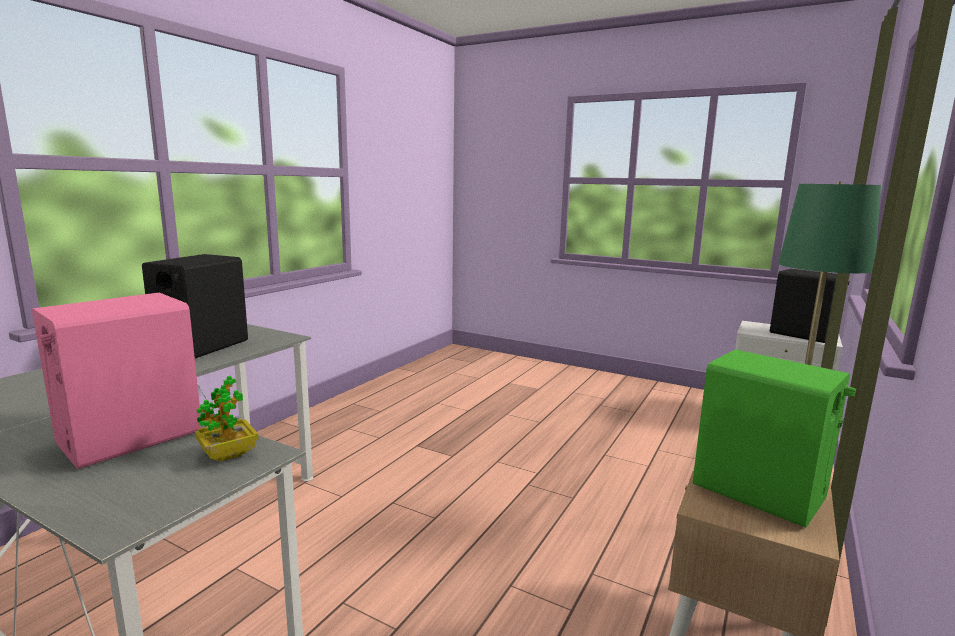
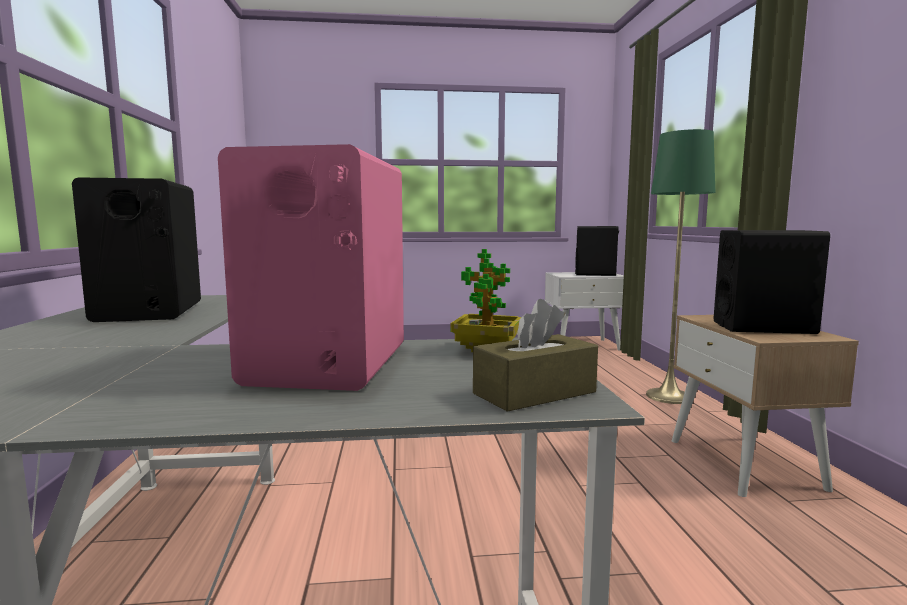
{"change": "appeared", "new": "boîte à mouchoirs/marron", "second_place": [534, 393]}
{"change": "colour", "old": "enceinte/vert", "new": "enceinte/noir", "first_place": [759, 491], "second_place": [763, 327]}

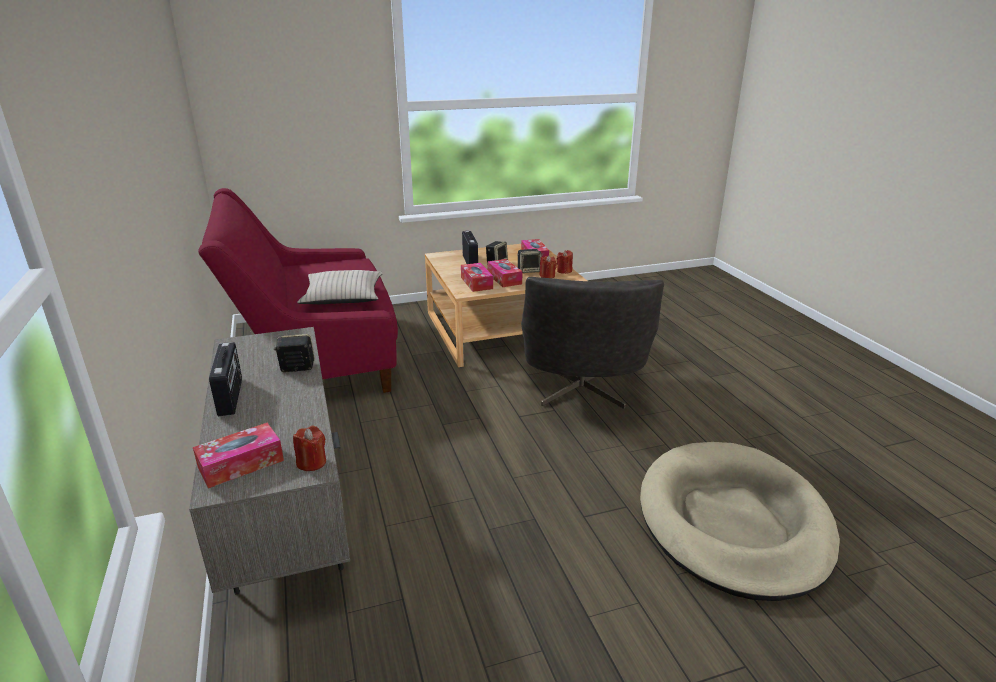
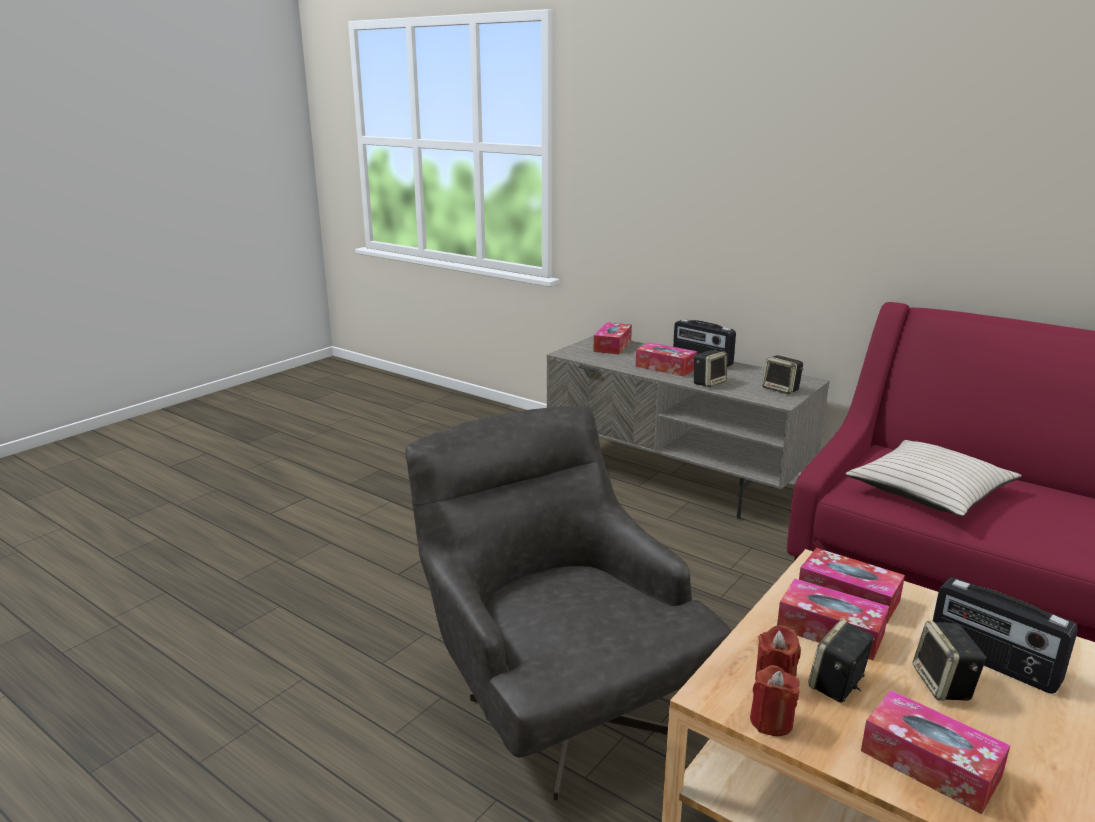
{"change": "missing", "old": "bougie/rouge", "first_place": [312, 462]}
{"change": "missing", "old": "panier pour chien/beige", "first_place": [733, 522]}
{"change": "appeared", "new": "boîte à mouchoirs", "second_place": [665, 367]}
{"change": "appeared", "new": "enceinte", "second_place": [781, 389]}

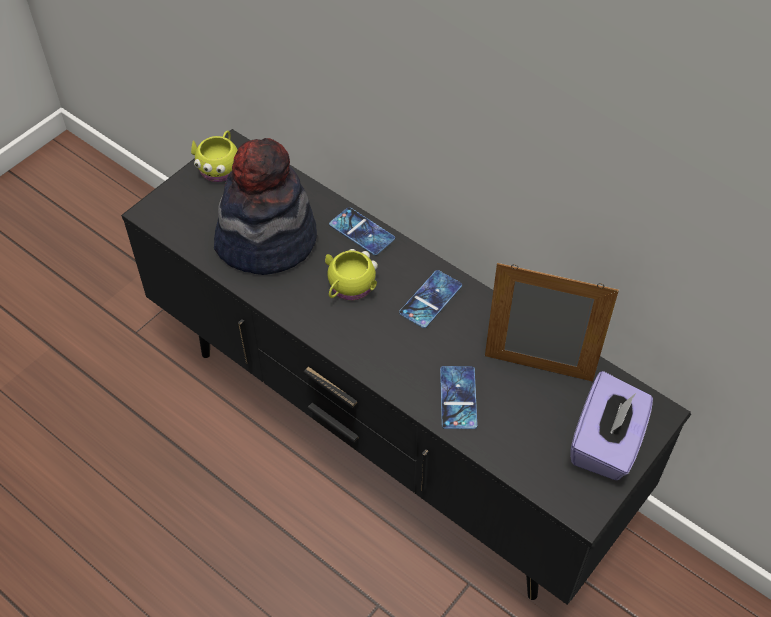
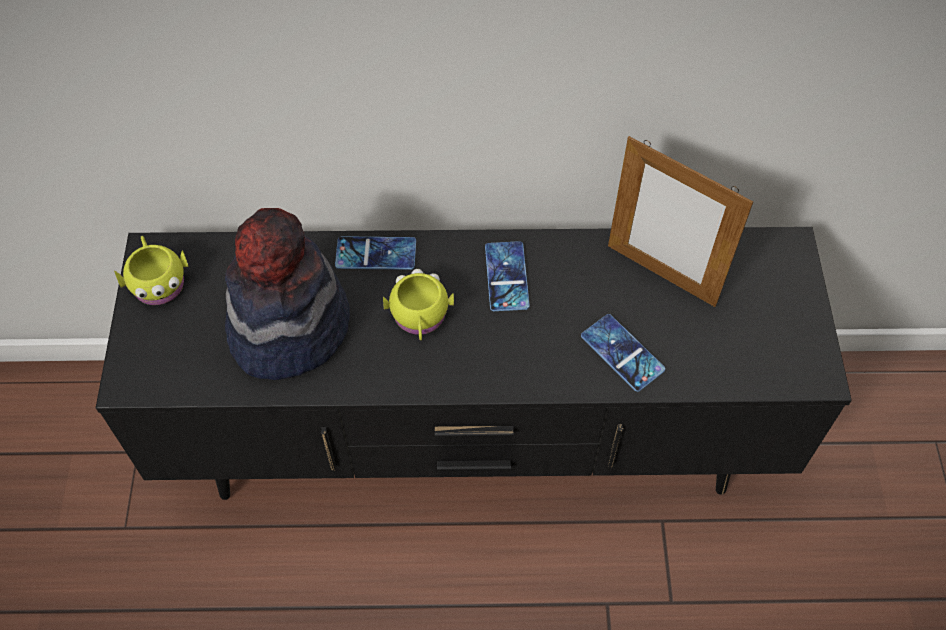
{"change": "missing", "old": "boîte à mouchoirs/violet", "first_place": [606, 443]}
{"change": "spun", "old": "cadre photo", "first_place": [538, 368], "second_place": [661, 275], "degrees": -120}

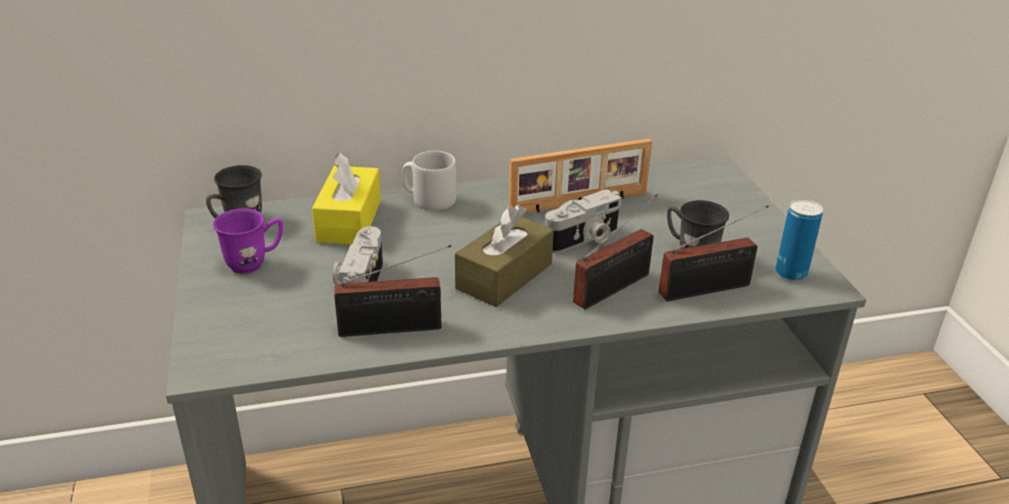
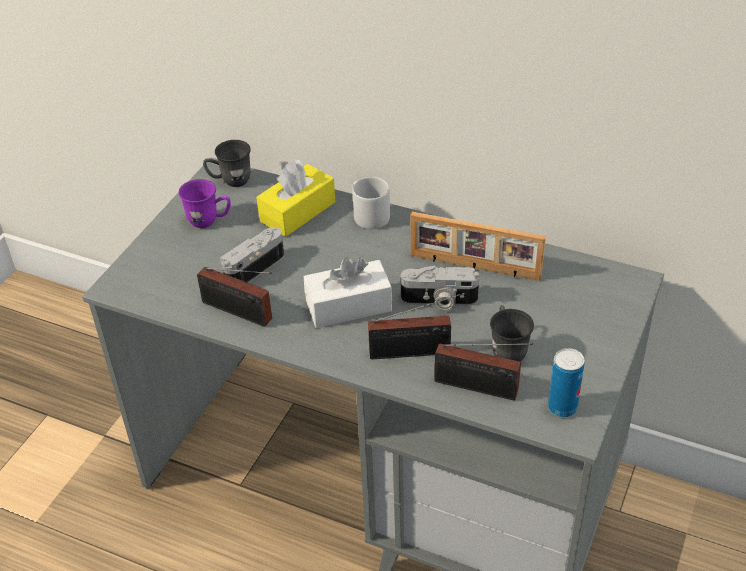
{"change": "colour", "old": "boîte à mouchoirs/marron", "new": "boîte à mouchoirs/blanc", "first_place": [504, 276], "second_place": [348, 306]}

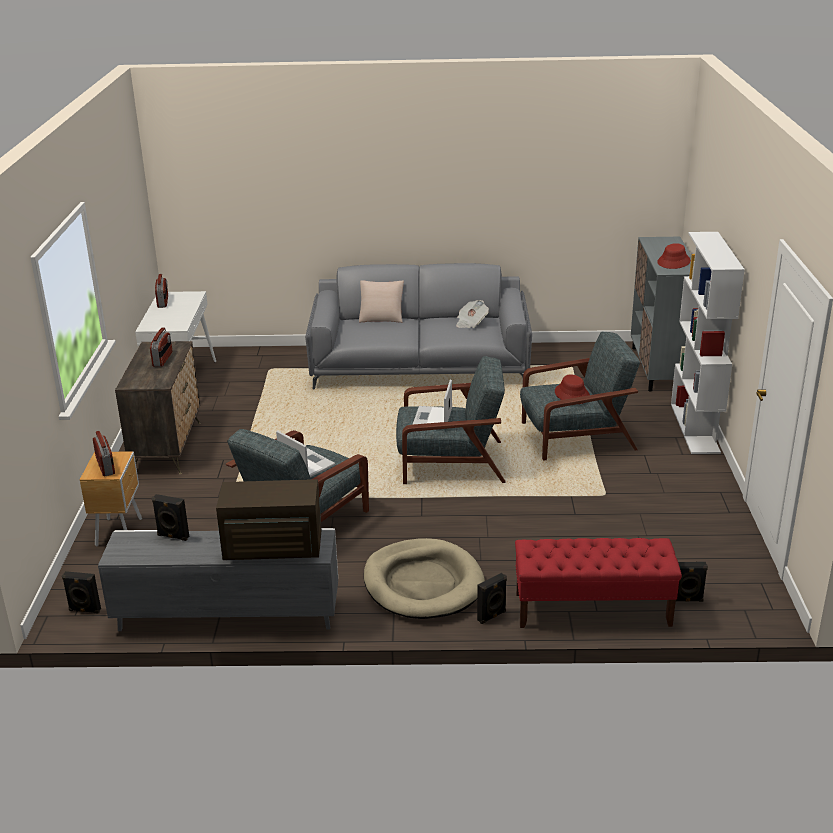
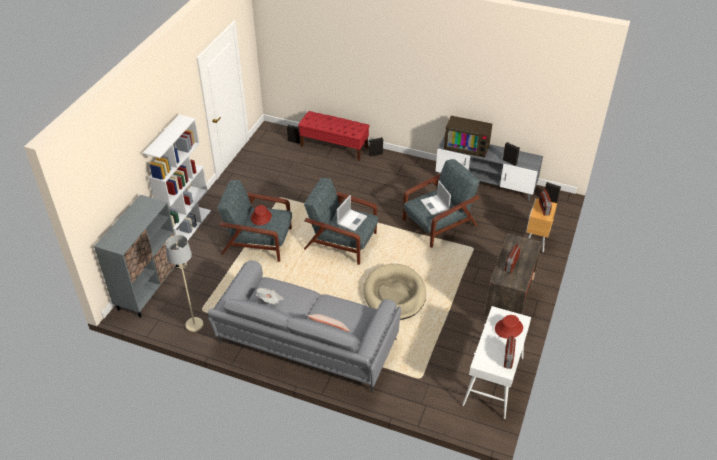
{"change": "appeared", "new": "lampadaire/beige", "second_place": [194, 325]}
{"change": "relocated", "old": "panier pour chien/beige", "first_place": [423, 583], "second_place": [394, 294]}
{"change": "relocated", "old": "chapeau/rouge", "first_place": [674, 262], "second_place": [508, 328]}

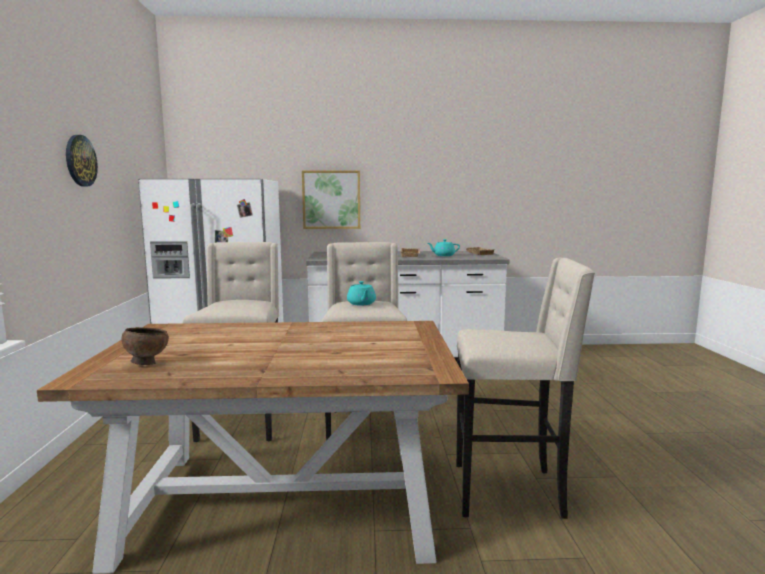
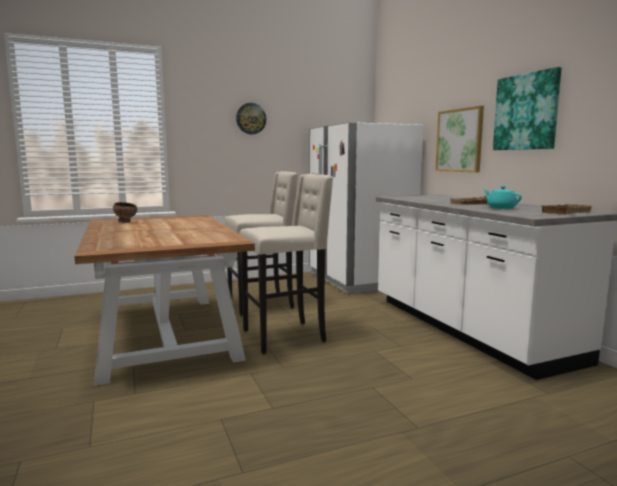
{"change": "missing", "old": "théière/turquoise", "first_place": [361, 304]}
{"change": "missing", "old": "tabouret/beige", "first_place": [510, 491]}
{"change": "appeared", "new": "tableau", "second_place": [526, 112]}

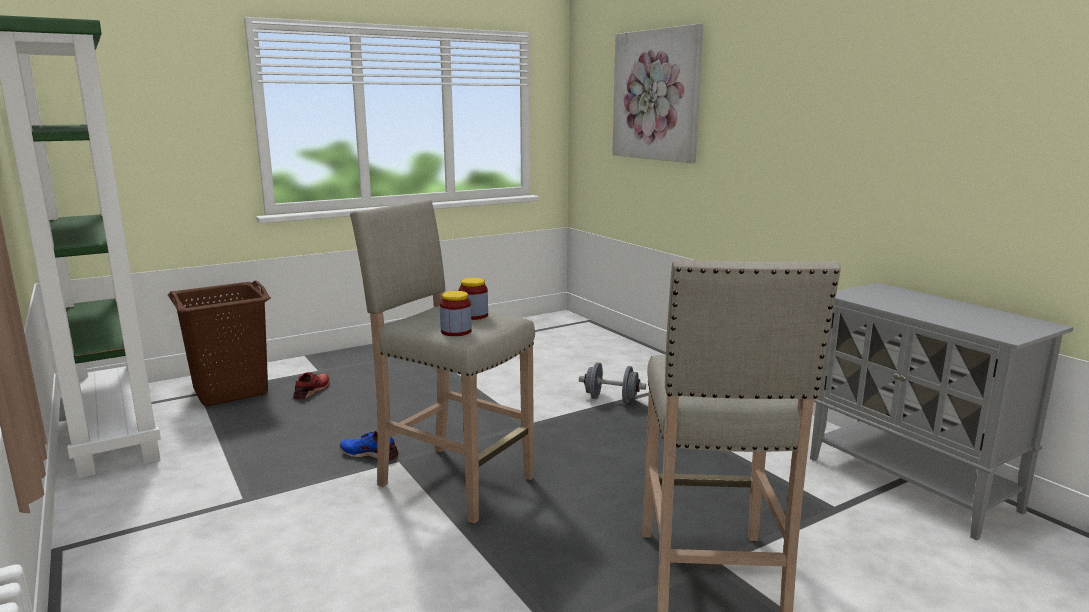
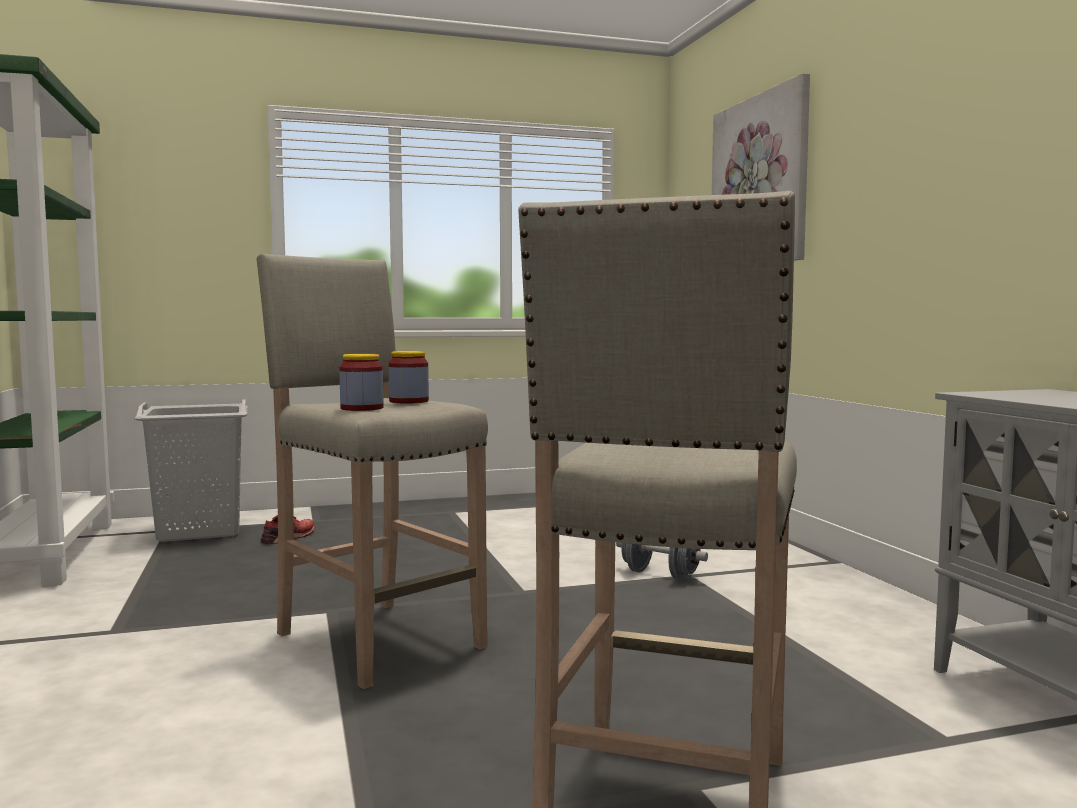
{"change": "missing", "old": "chaussure/bleu", "first_place": [370, 453]}
{"change": "colour", "old": "panier à linge/marron", "new": "panier à linge/gris", "first_place": [231, 391], "second_place": [200, 531]}

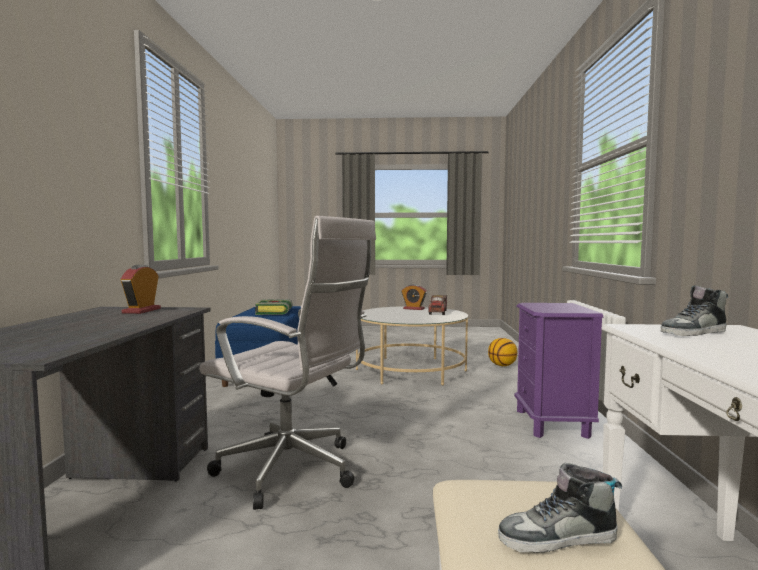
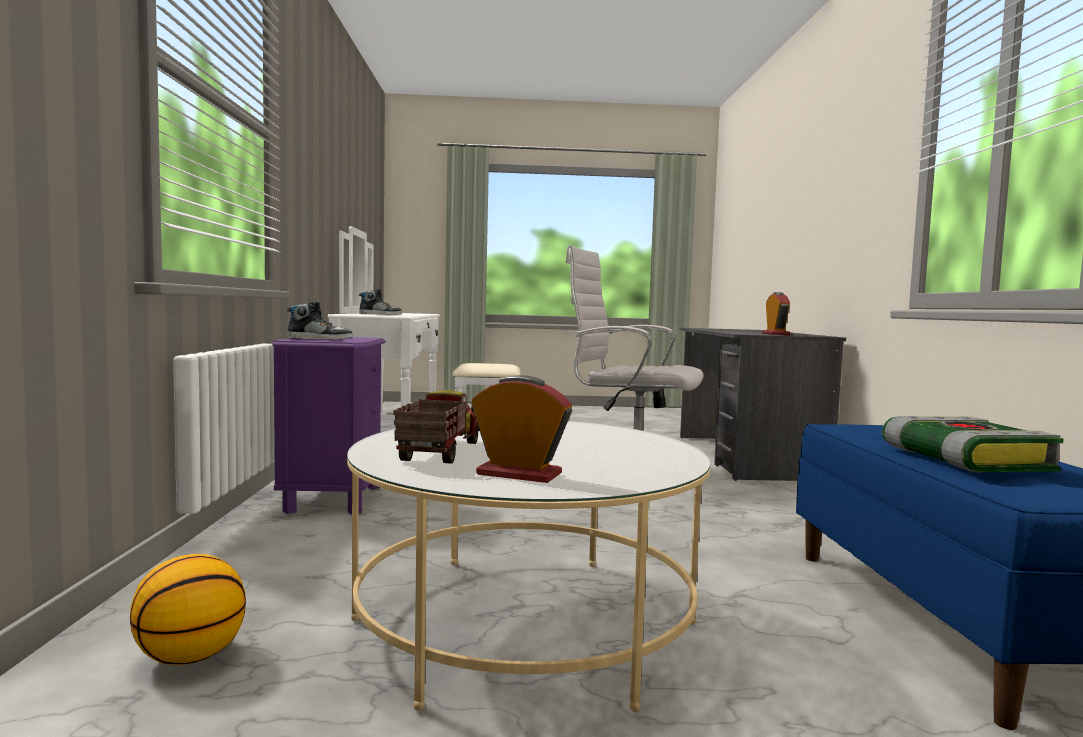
{"change": "relocated", "old": "chaussure", "first_place": [558, 538], "second_place": [320, 339]}

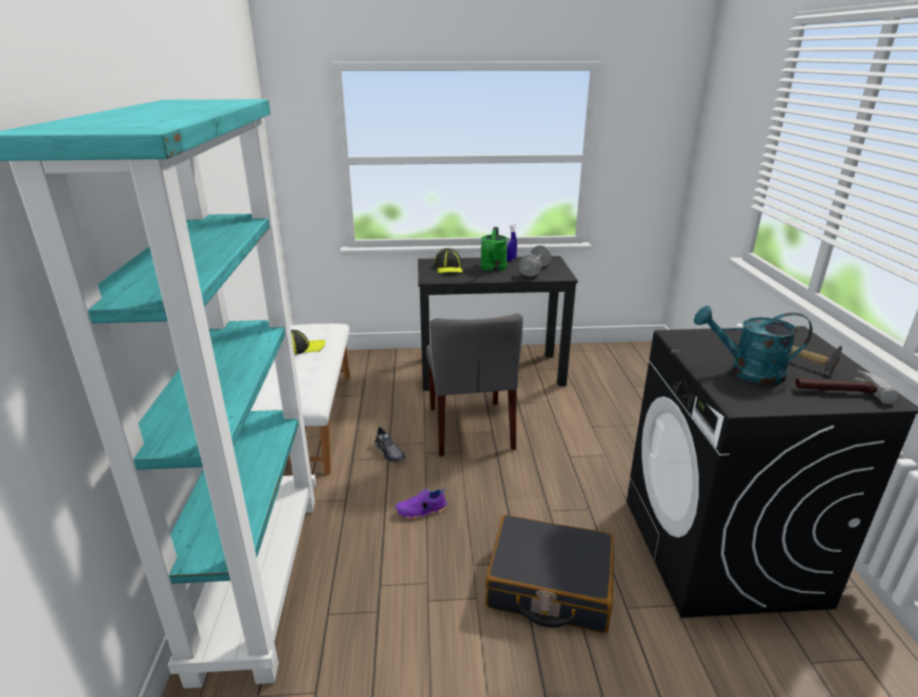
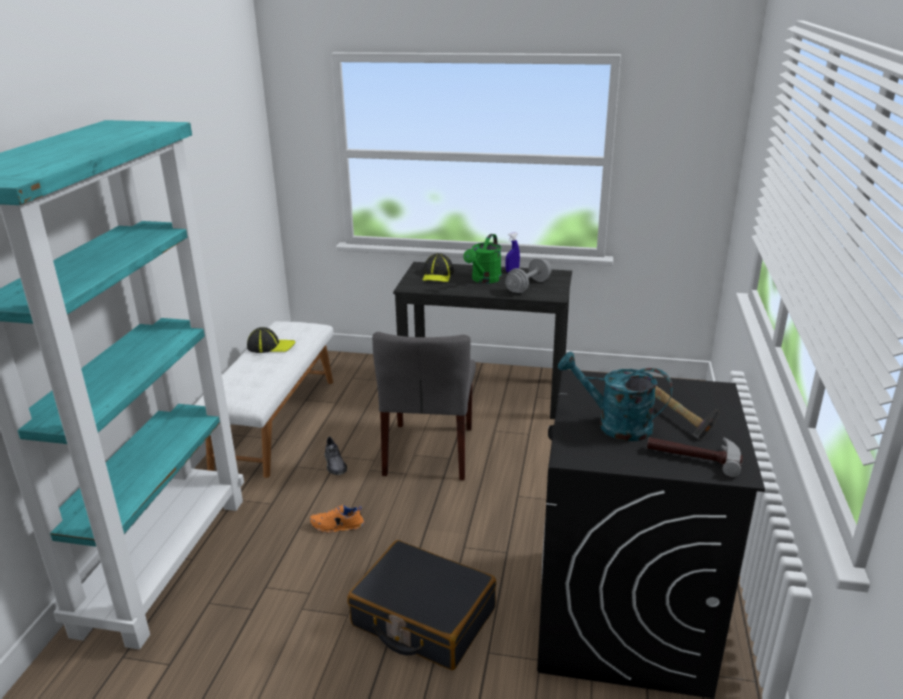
{"change": "colour", "old": "chaussure/violet", "new": "chaussure/orange", "first_place": [421, 511], "second_place": [337, 526]}

